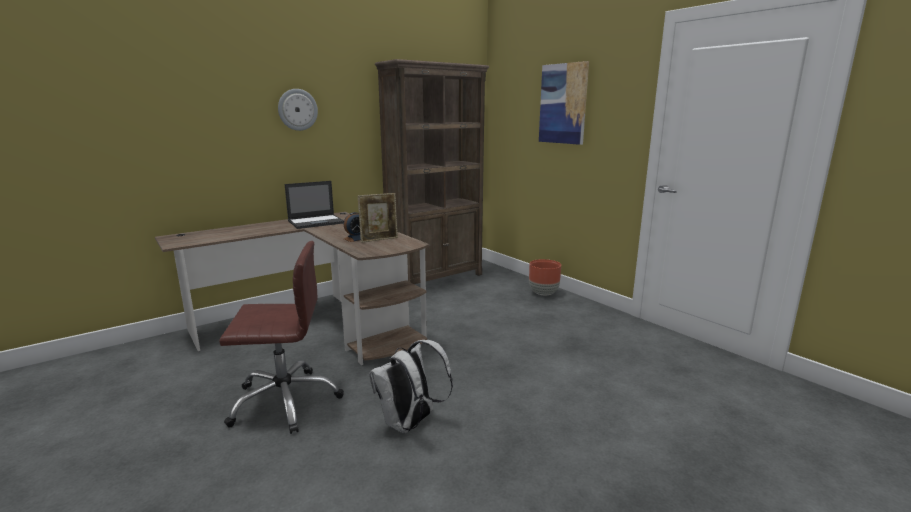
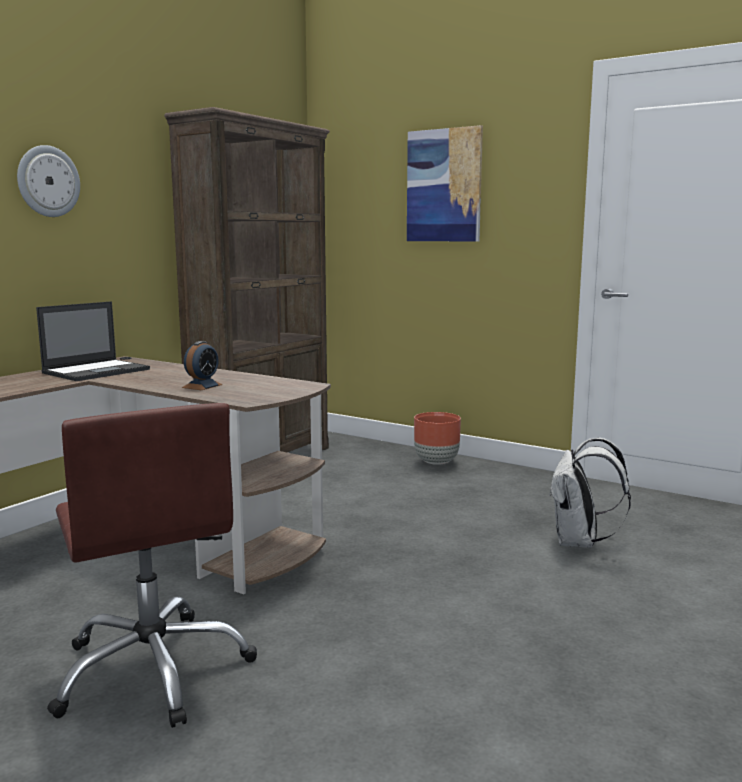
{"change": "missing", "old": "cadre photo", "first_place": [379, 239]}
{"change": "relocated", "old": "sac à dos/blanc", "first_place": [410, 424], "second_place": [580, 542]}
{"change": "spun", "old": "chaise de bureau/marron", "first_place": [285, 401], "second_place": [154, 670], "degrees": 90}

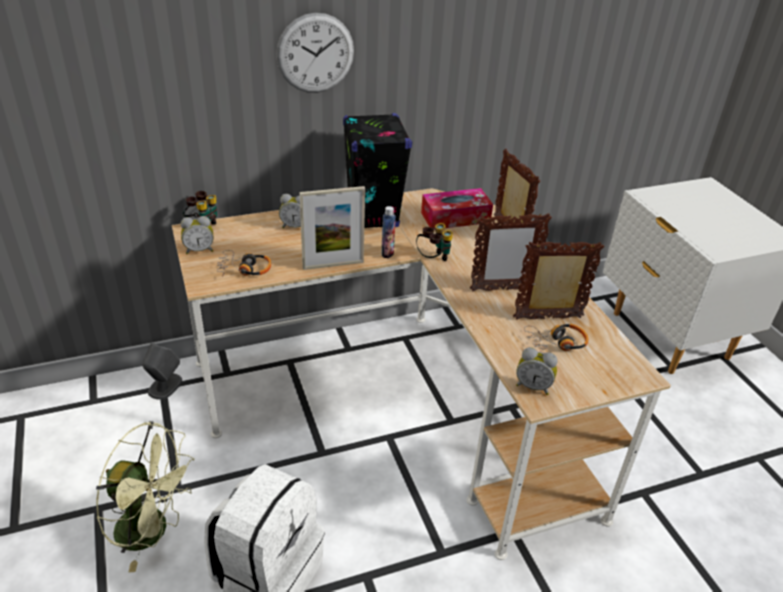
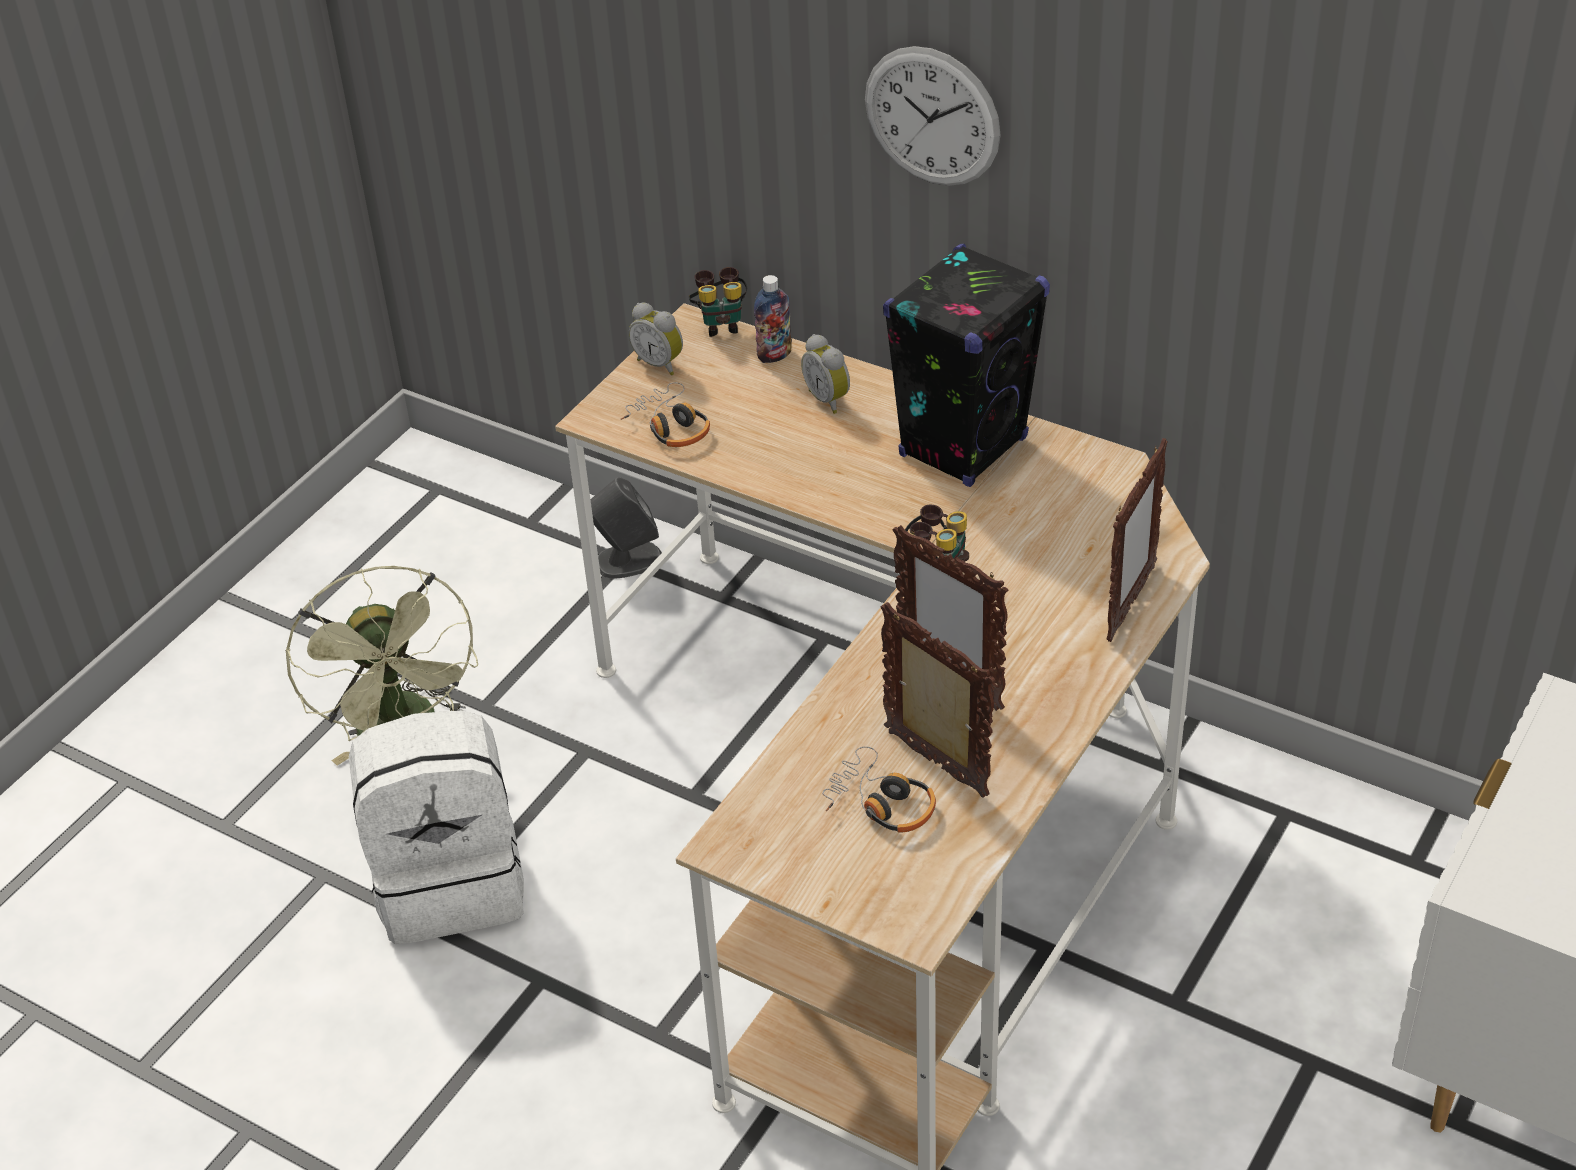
{"change": "missing", "old": "cadre photo", "first_place": [333, 265]}
{"change": "missing", "old": "boîte à mouchoirs", "first_place": [455, 217]}
{"change": "missing", "old": "réveil", "first_place": [533, 386]}
{"change": "relocated", "old": "bouteille", "first_place": [387, 253], "second_place": [774, 355]}

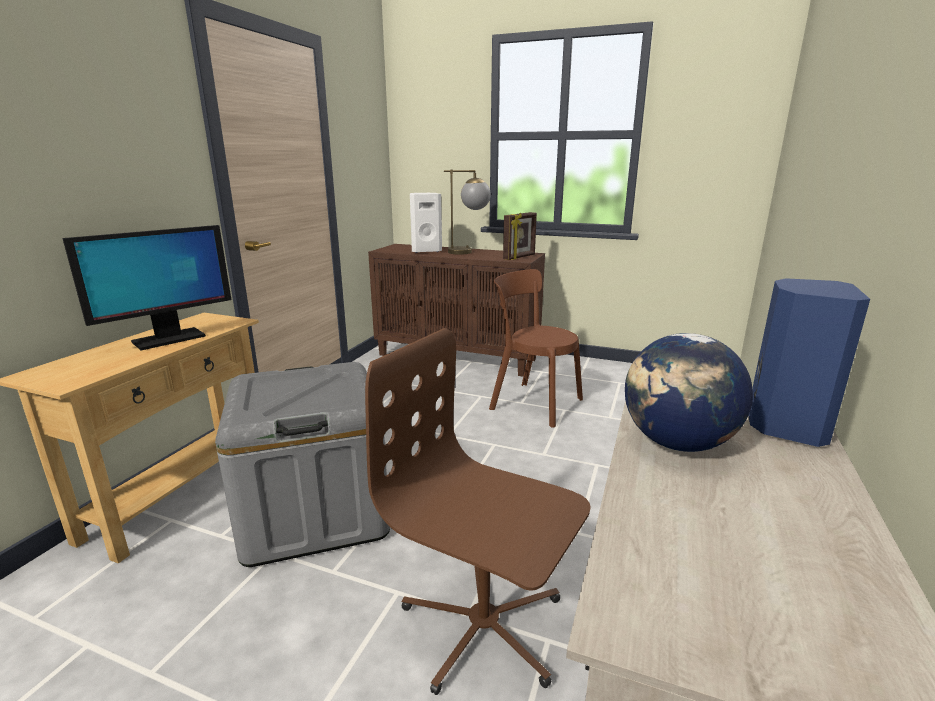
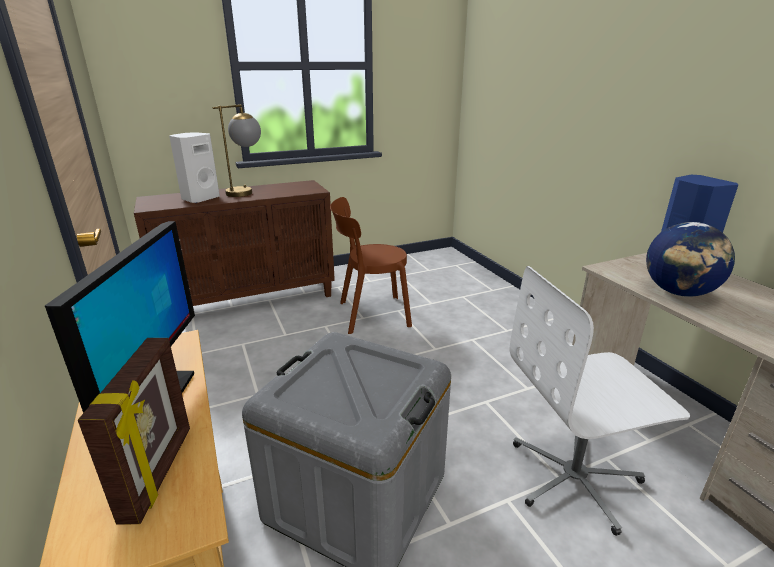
{"change": "relocated", "old": "cadre photo", "first_place": [519, 257], "second_place": [160, 472]}
{"change": "colour", "old": "chaise de bureau/marron", "new": "chaise de bureau/blanc", "first_place": [483, 626], "second_place": [575, 478]}

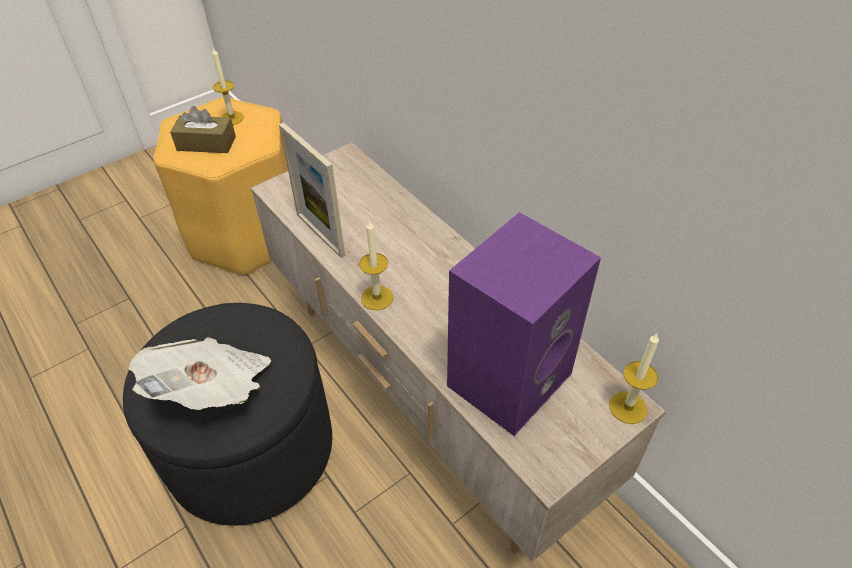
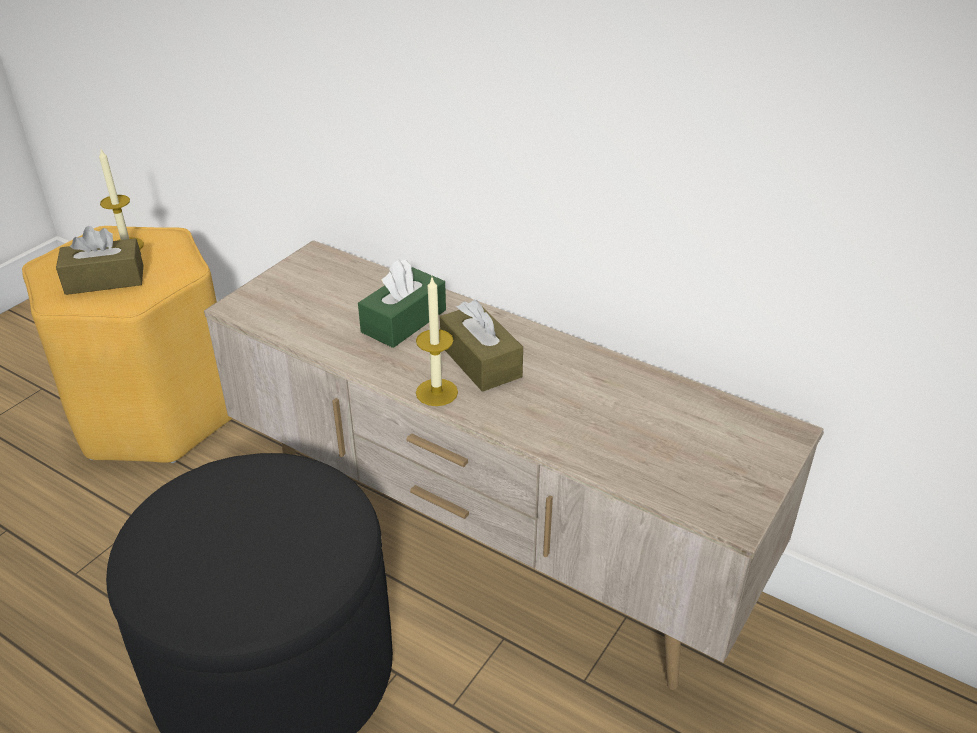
{"change": "missing", "old": "journal", "first_place": [213, 389]}
{"change": "missing", "old": "cadre photo", "first_place": [320, 234]}
{"change": "missing", "old": "enceinte/violet", "first_place": [509, 376]}
{"change": "missing", "old": "bougie", "first_place": [628, 407]}
{"change": "appeared", "new": "boîte à mouchoirs/vert", "second_place": [404, 321]}
{"change": "appeared", "new": "boîte à mouchoirs/marron", "second_place": [480, 361]}

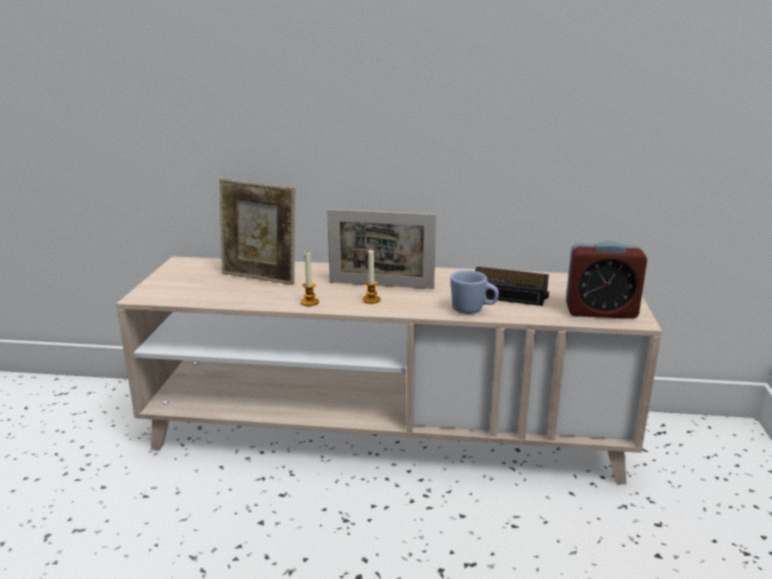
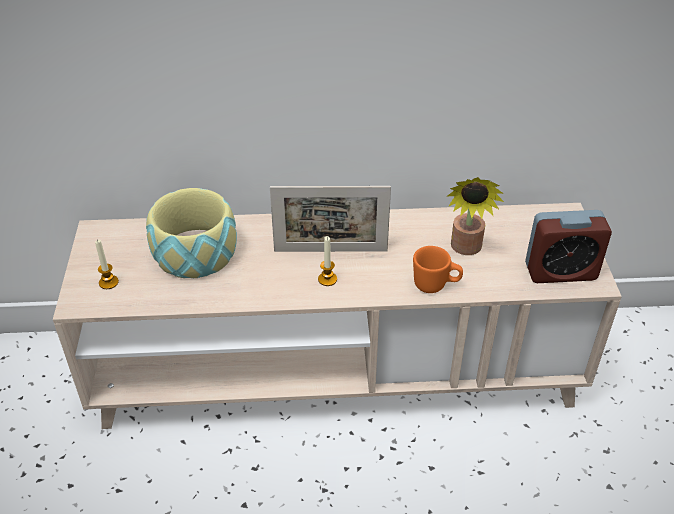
{"change": "relocated", "old": "bougie", "first_place": [309, 302], "second_place": [108, 282]}
{"change": "exchanged", "old": "cadre photo", "new": "bol", "first_place": [260, 278], "second_place": [196, 252]}
{"change": "exchanged", "old": "réveil", "new": "plante en pot", "first_place": [510, 293], "second_place": [466, 249]}
{"change": "colour", "old": "mug/bleu", "new": "mug/orange", "first_place": [473, 310], "second_place": [435, 285]}

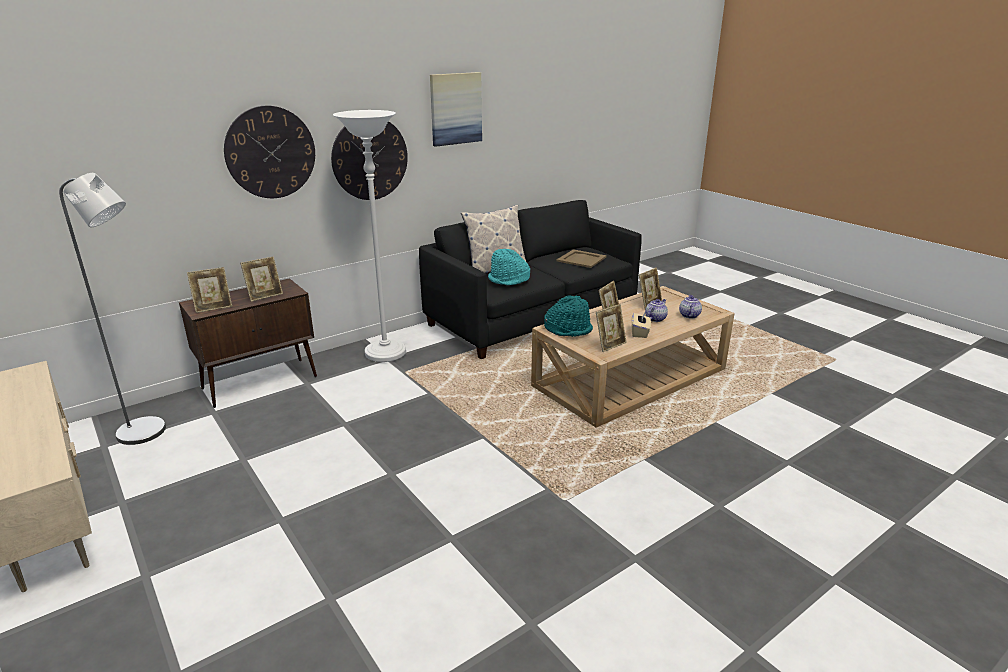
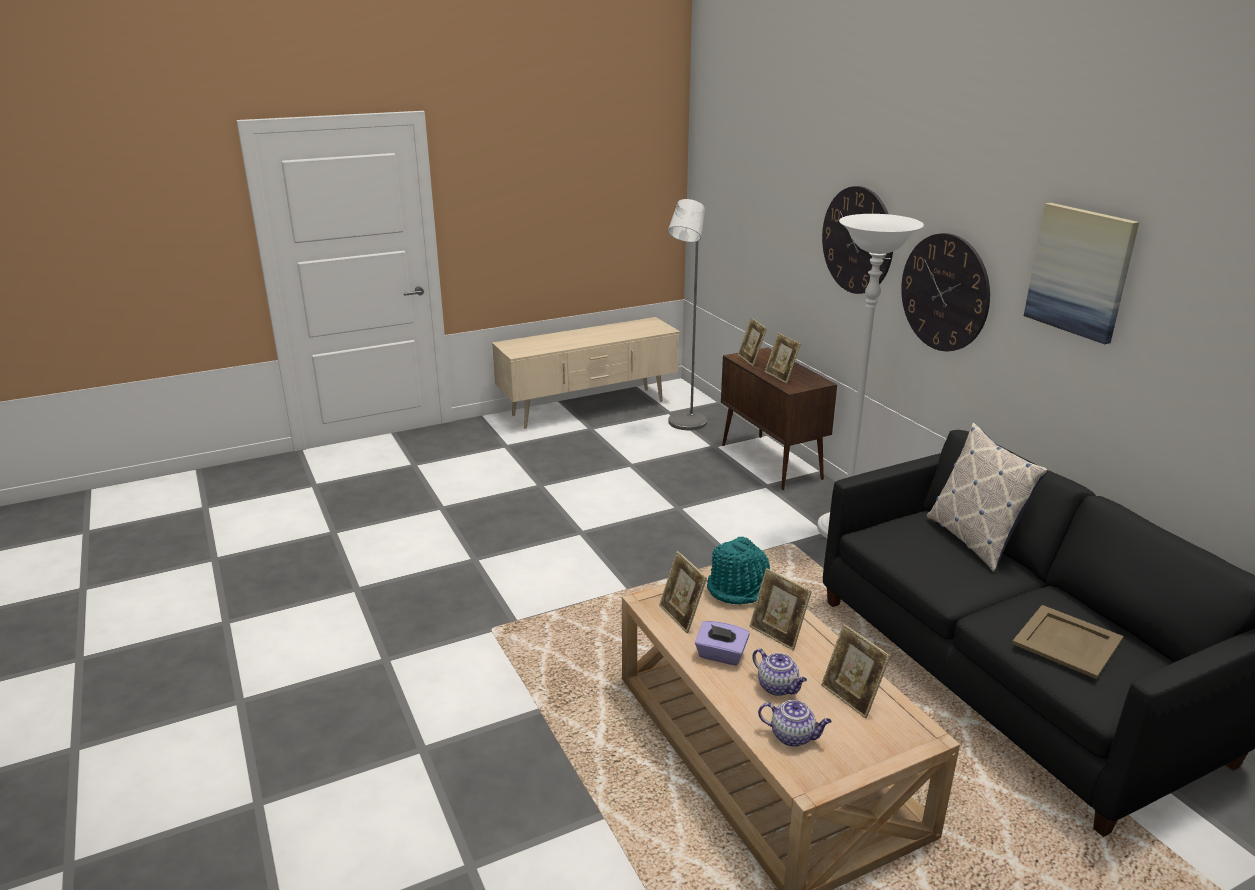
{"change": "missing", "old": "chapeau/turquoise", "first_place": [509, 280]}
{"change": "colour", "old": "boîte à mouchoirs/beige", "new": "boîte à mouchoirs/violet", "first_place": [640, 333], "second_place": [721, 655]}

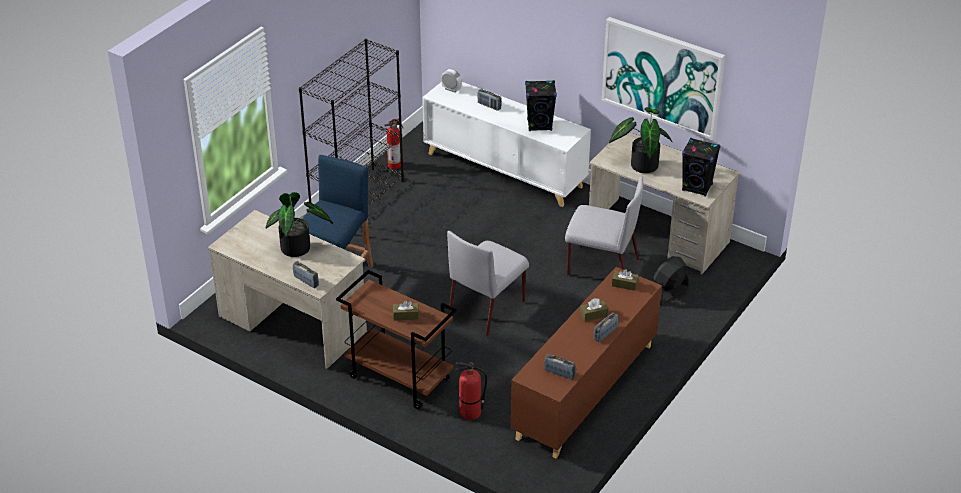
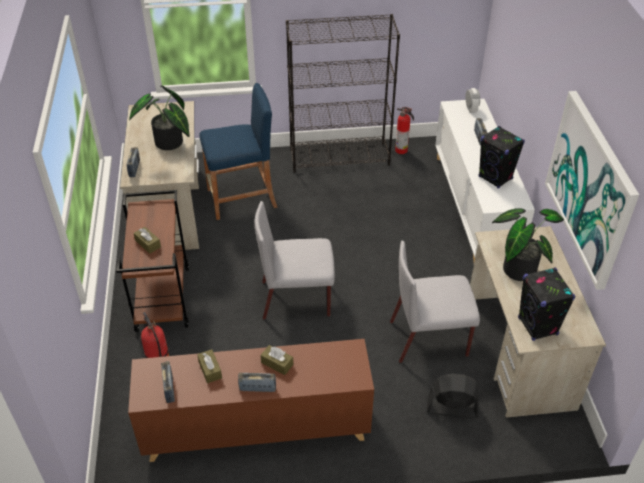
{"change": "relocated", "old": "boîte à mouchoirs/marron", "first_place": [624, 284], "second_place": [210, 370]}
{"change": "spun", "old": "chaise/gris", "first_place": [601, 267], "second_place": [430, 338], "degrees": 105}

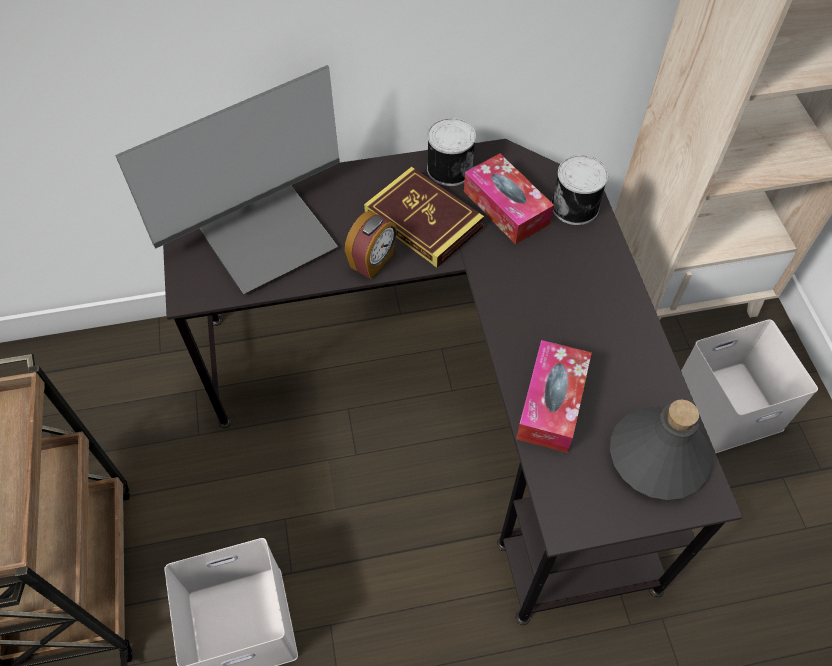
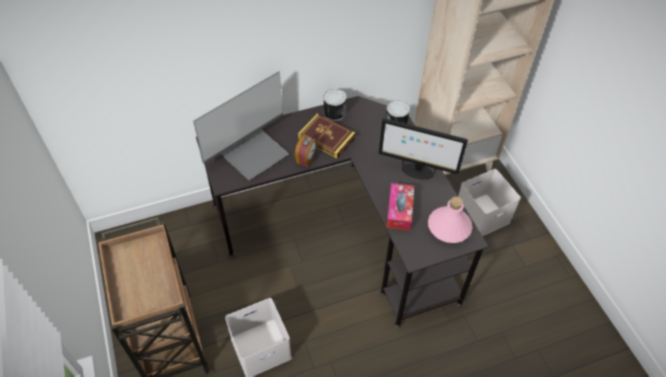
{"change": "missing", "old": "boîte à mouchoirs", "first_place": [506, 207]}
{"change": "appeared", "new": "écran d'ordinateur", "second_place": [416, 171]}
{"change": "colour", "old": "bouteille/gris", "new": "bouteille/rose", "first_place": [658, 456], "second_place": [449, 226]}

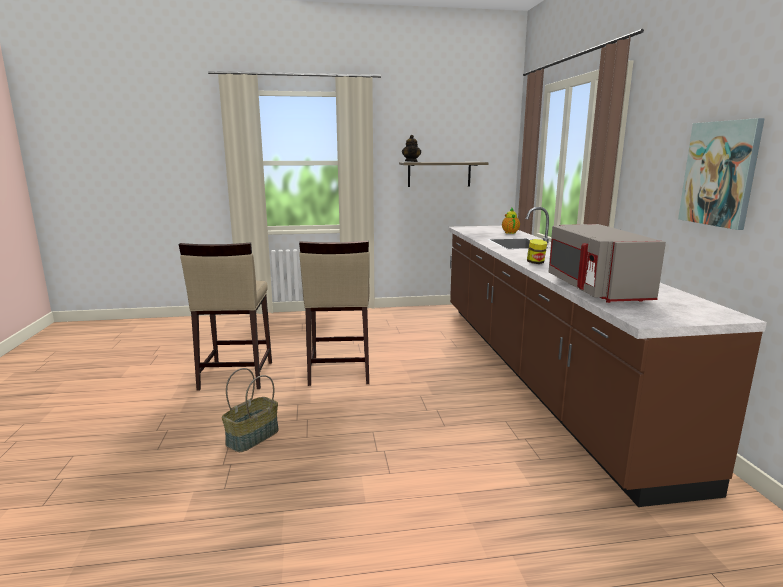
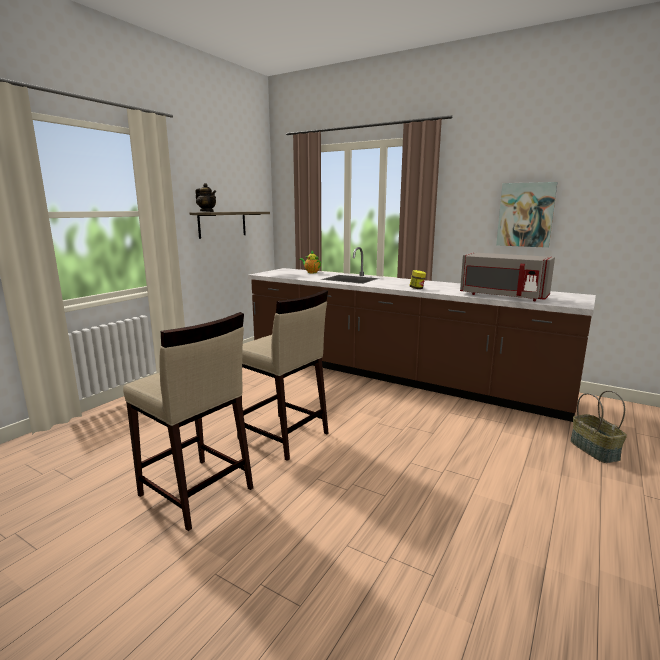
{"change": "relocated", "old": "panier", "first_place": [253, 438], "second_place": [595, 450]}

